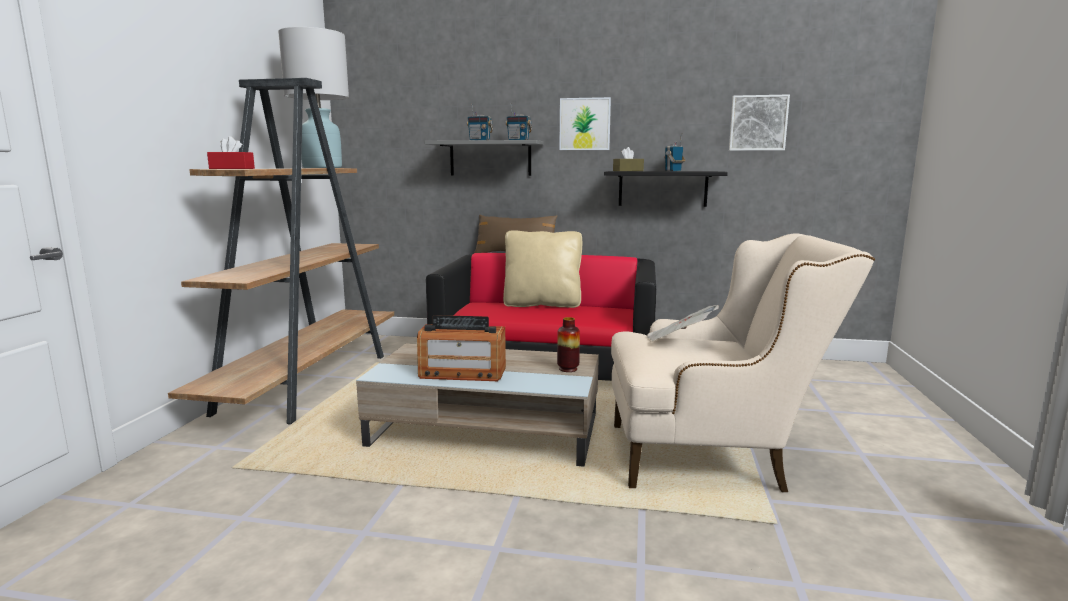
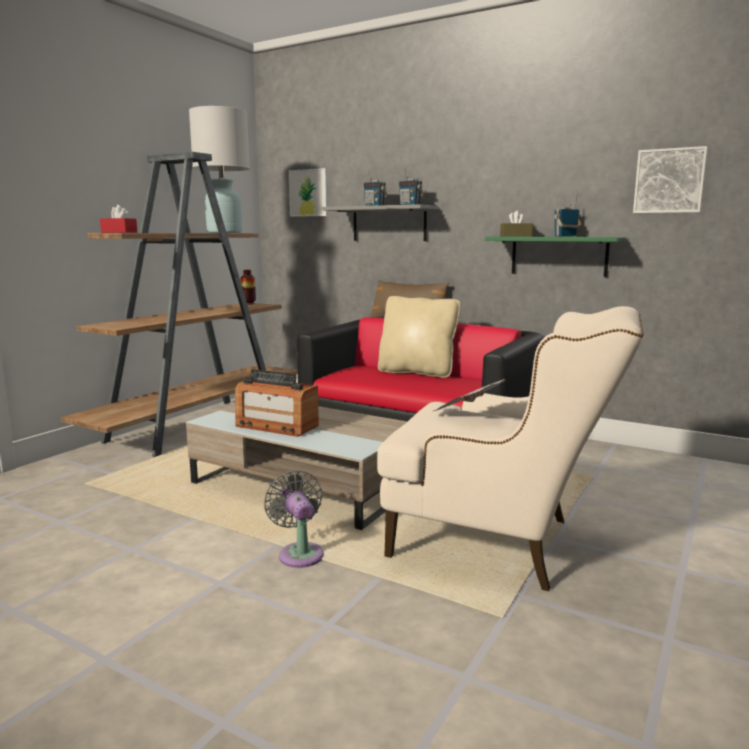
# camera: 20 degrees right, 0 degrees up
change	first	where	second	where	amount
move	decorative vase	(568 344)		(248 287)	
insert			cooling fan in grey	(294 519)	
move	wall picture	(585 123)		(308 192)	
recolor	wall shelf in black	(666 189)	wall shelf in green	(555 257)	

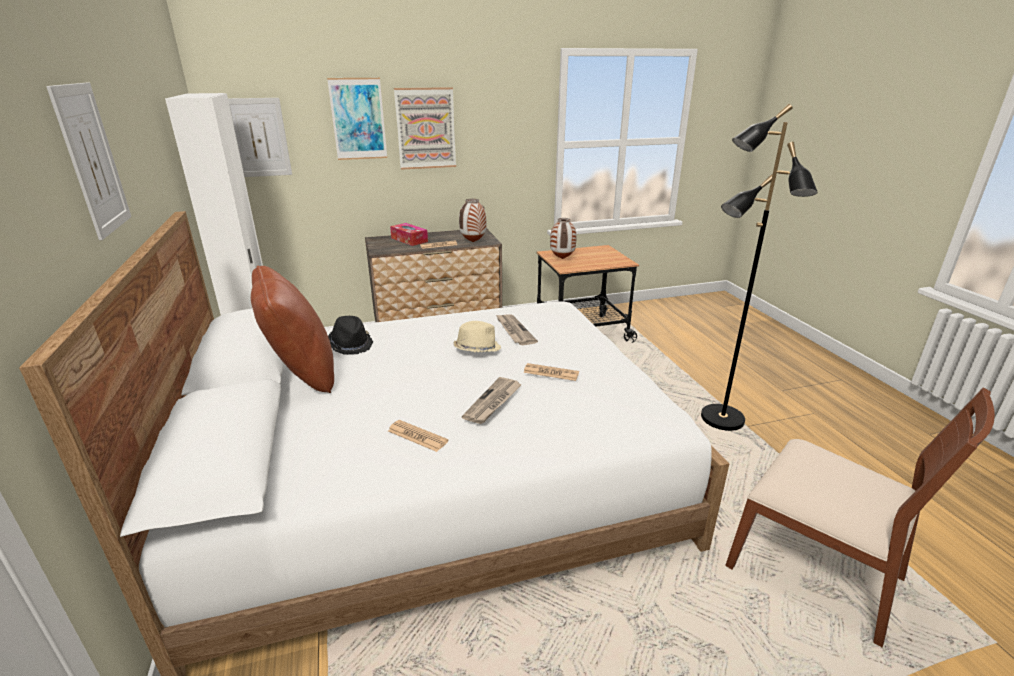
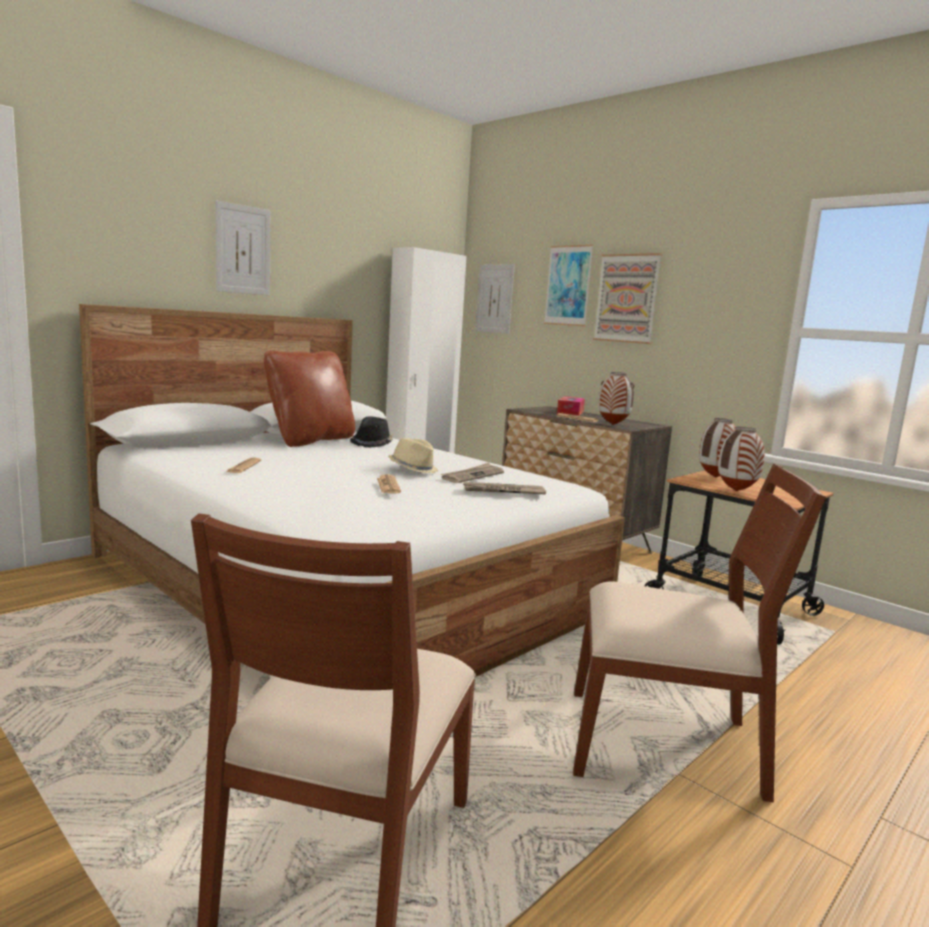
# camera: 60 degrees right, 15 degrees down
change	first	where	second	where	amount
move	printed paper	(492 400)		(504 488)	
replace	standing lamp in black	(759 267)	upright chair in brown-coloured	(699 632)	
insert			decorative vase	(741 458)	

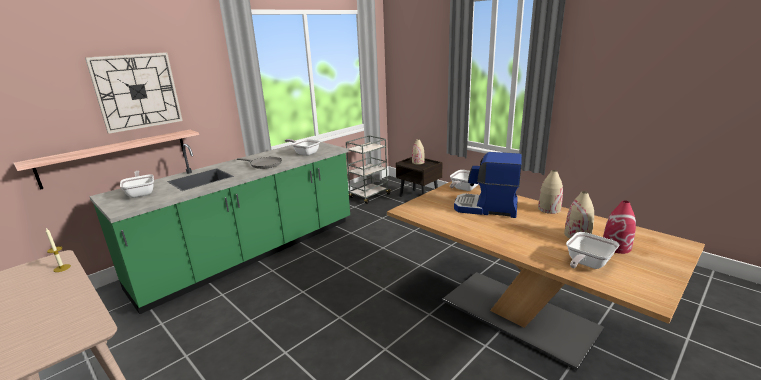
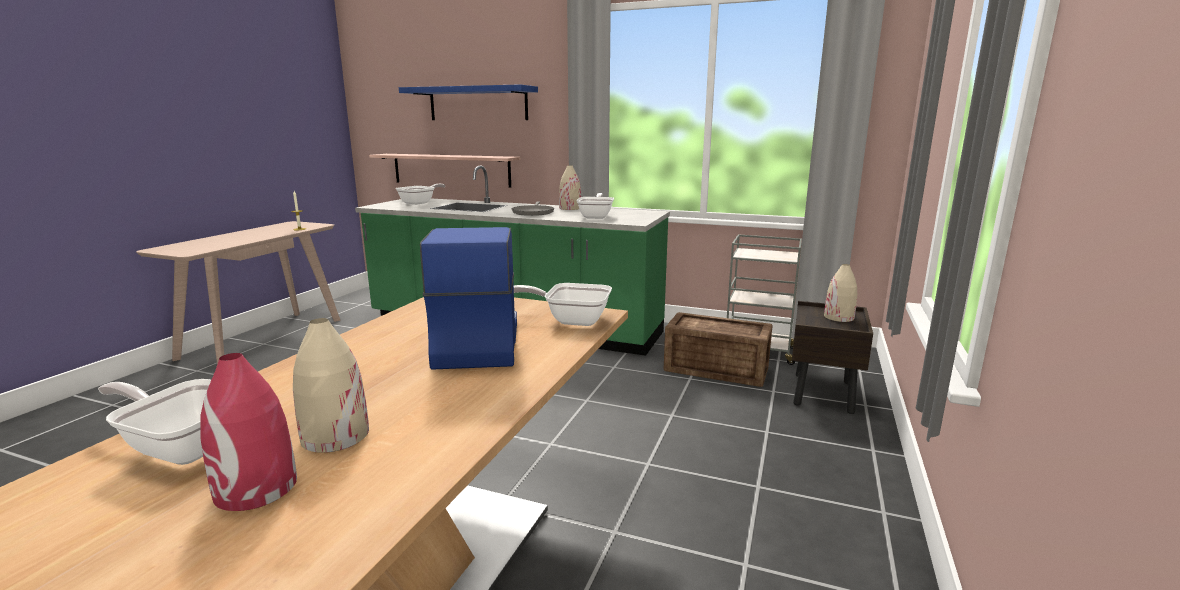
# camera: 65 degrees right, 5 degrees down
change	first	where	second	where	amount
replace	clock on the wall	(134 93)	wall shelf in blue-coloured	(468 102)	
move	decorative vase in sand-coloured	(550 192)		(570 188)	
insert			packing crate	(718 349)	

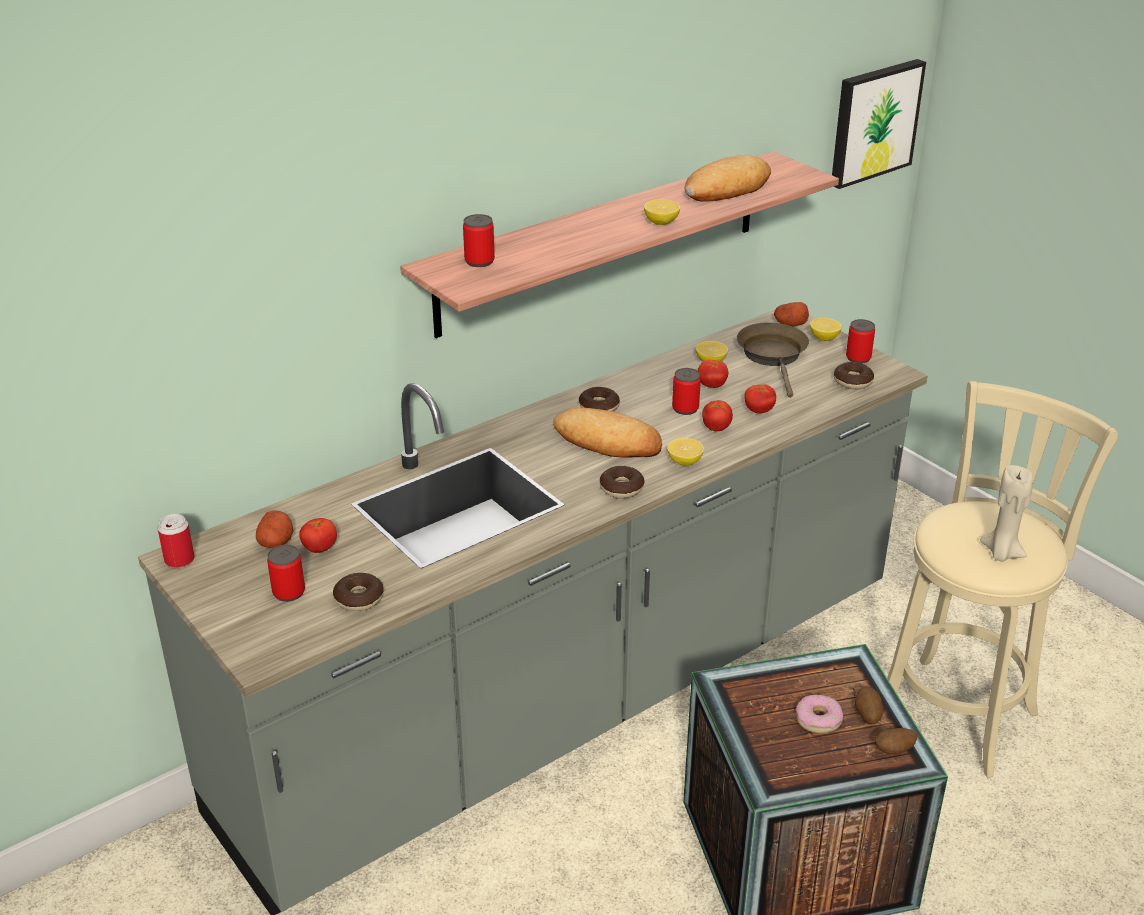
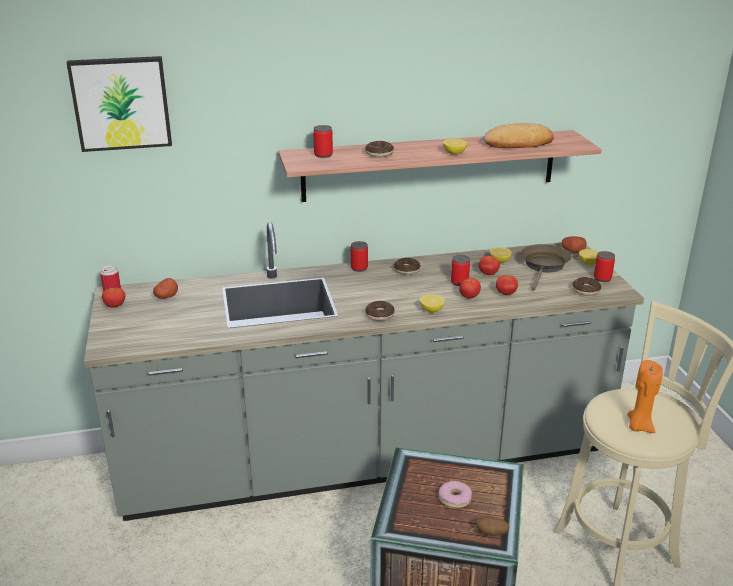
# camera: 25 degrees right, 5 degrees down
change	first	where	second	where	amount
move	wall picture	(879 124)		(119 104)	
move	fresh tomato	(318 535)		(113 297)	
move	sealed can	(286 573)		(359 256)	
move	donut	(358 592)		(379 149)	
recolor	candle in sand-coloured	(1006 513)	candle in orange-coloured	(645 396)	
delete	bakery bread	(607 433)			
delete	spud	(869 705)			

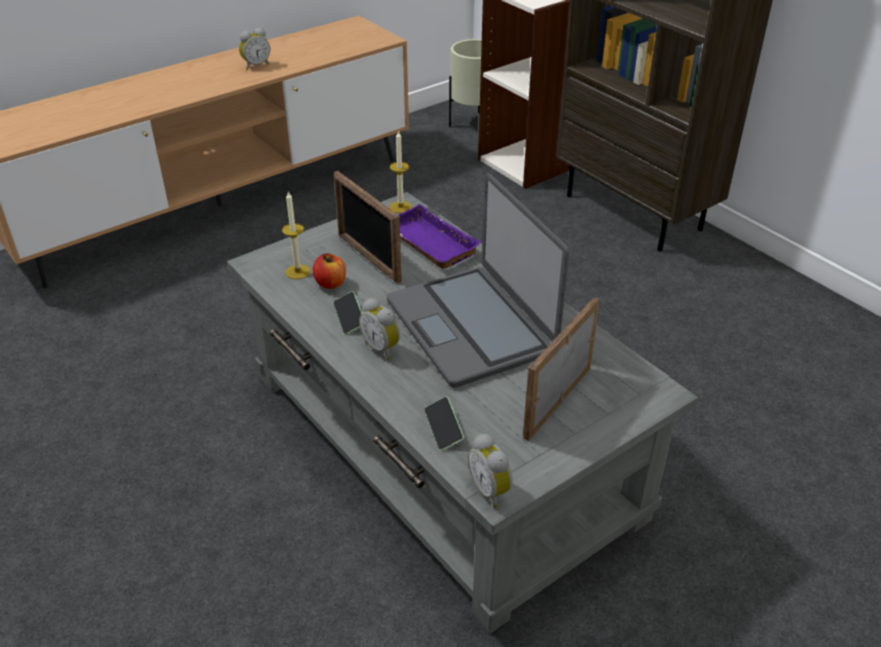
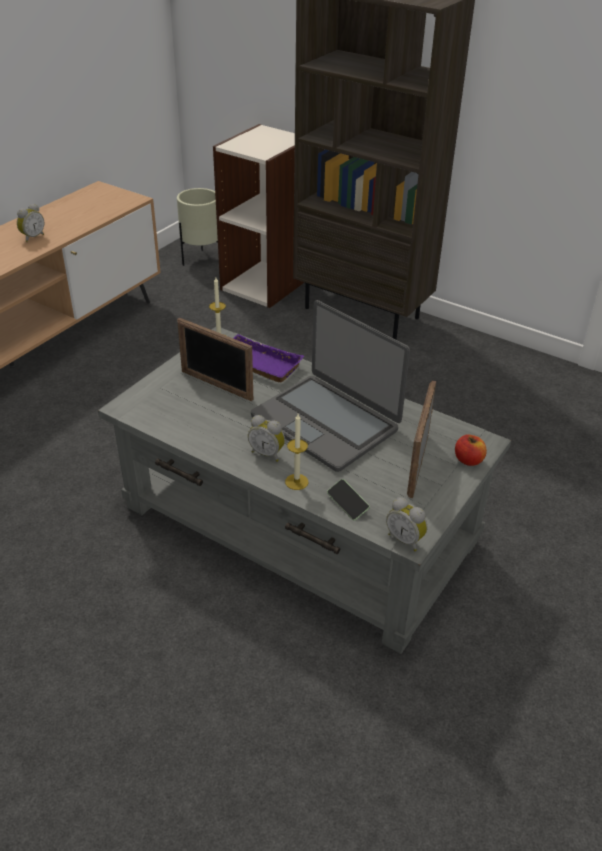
# camera: 20 degrees left, 0 degrees up
change	first	where	second	where	amount
move	candle	(296 235)		(296 452)	
move	apple fruit	(329 271)		(471 450)	
delete	phone	(347 313)			

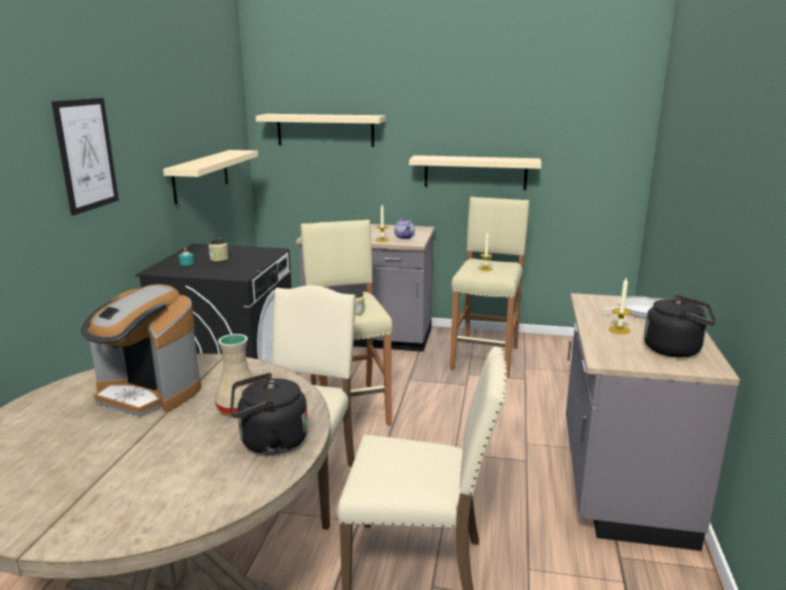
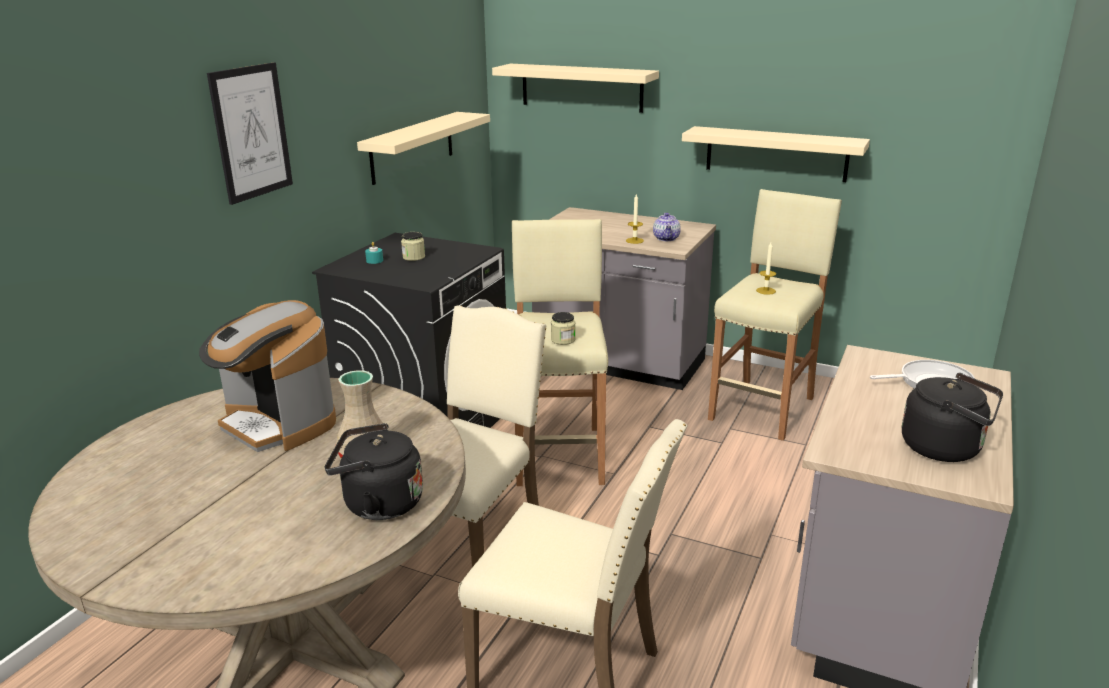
# camera: 15 degrees right, 5 degrees up
change	first	where	second	where	amount
delete	candle	(620 306)			

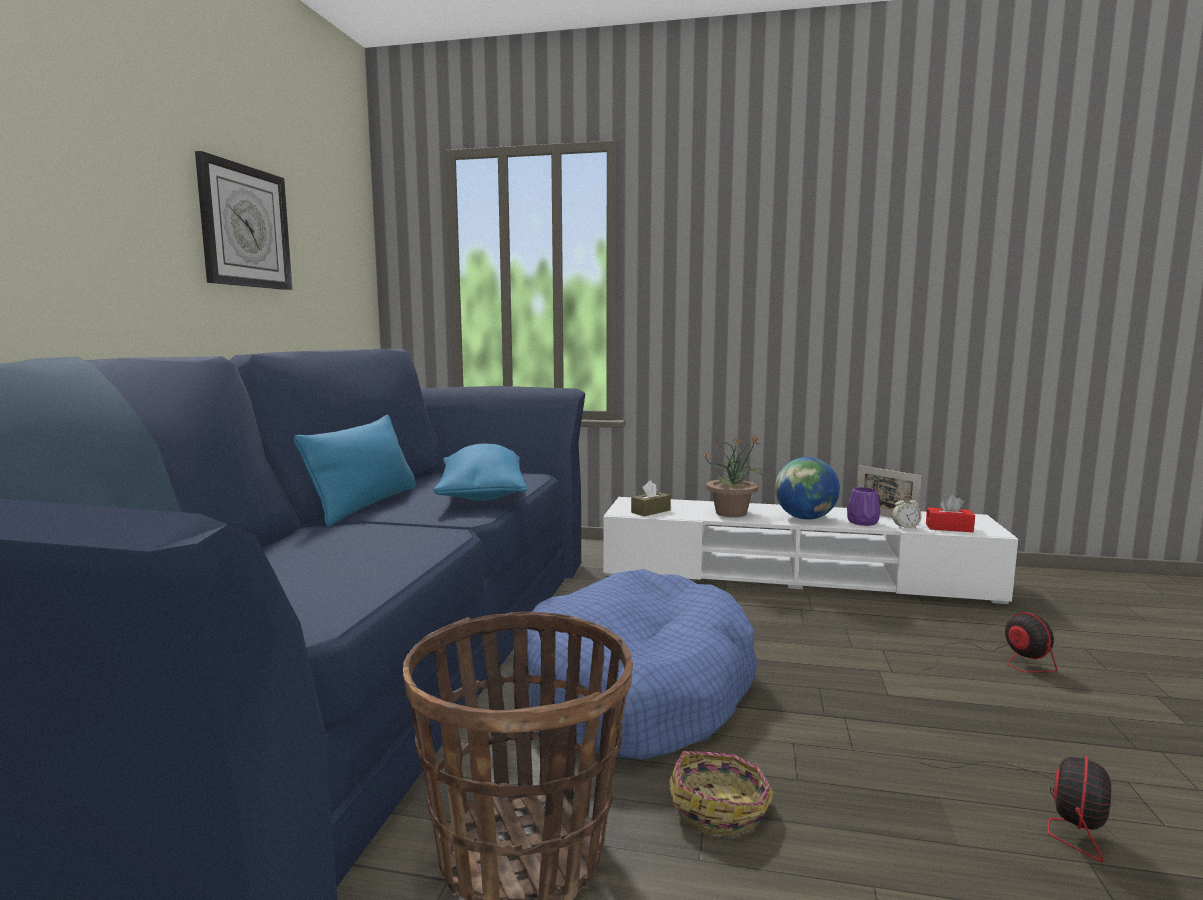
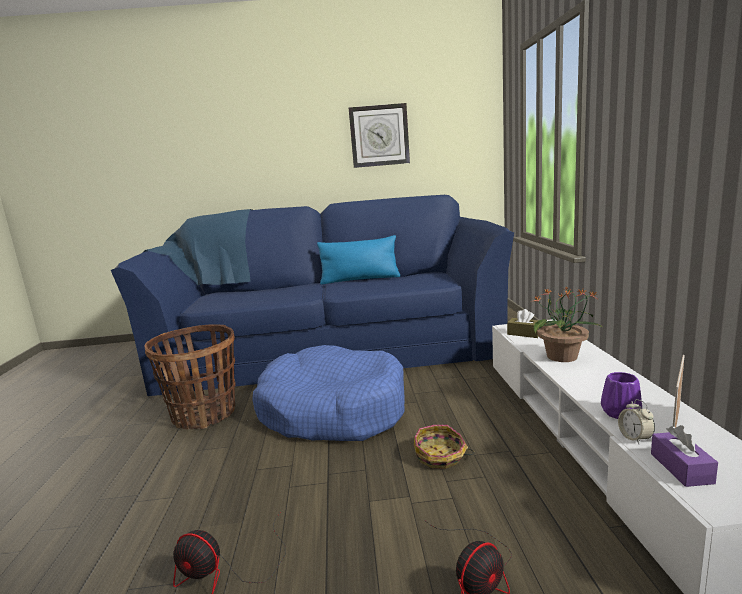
# camera: 75 degrees right, 5 degrees up
change	first	where	second	where	amount
move	household basket	(722 793)		(444 447)	
recolor	tissue holder in reddish	(950 513)	tissue holder in purplish	(684 456)	
delete	throw pillow in blue-coloured	(480 472)			
delete	desk globe	(807 488)			

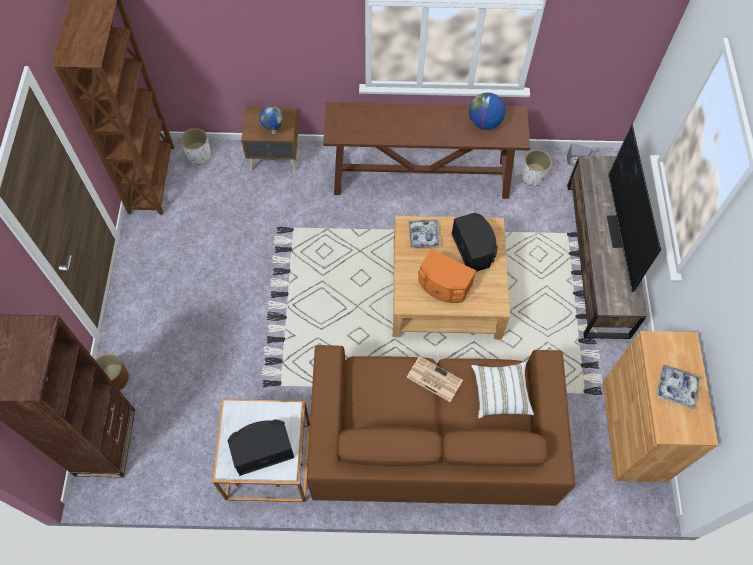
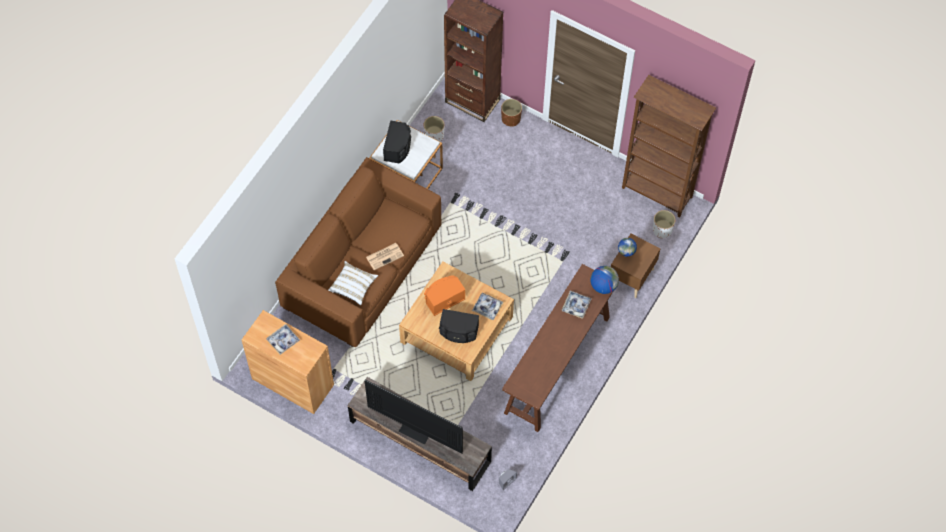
# camera: 120 degrees right, 0 degrees up
change	first	where	second	where	amount
move	plant pot in whitish	(536 168)		(434 129)	
insert			carrying tray	(577 305)	
move	desk globe	(487 111)		(605 280)	

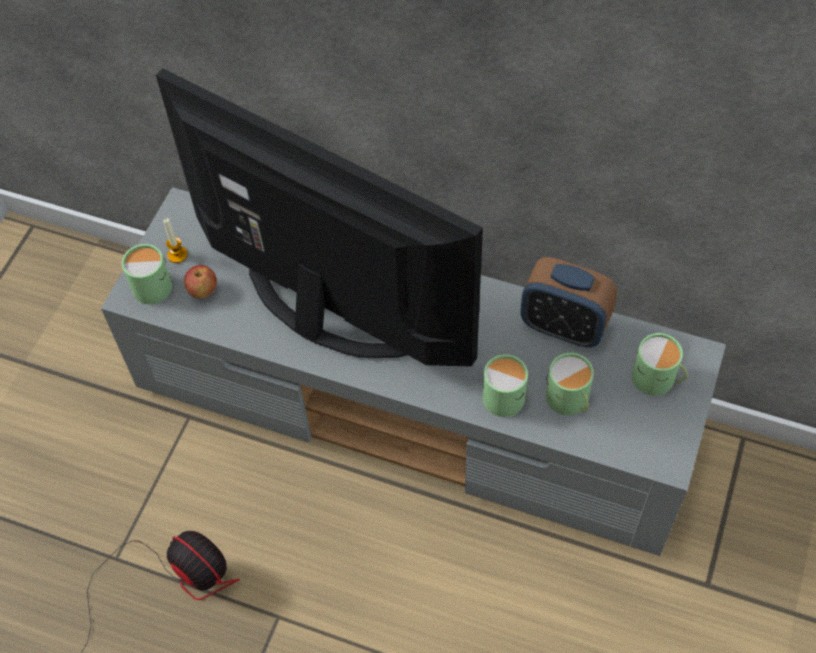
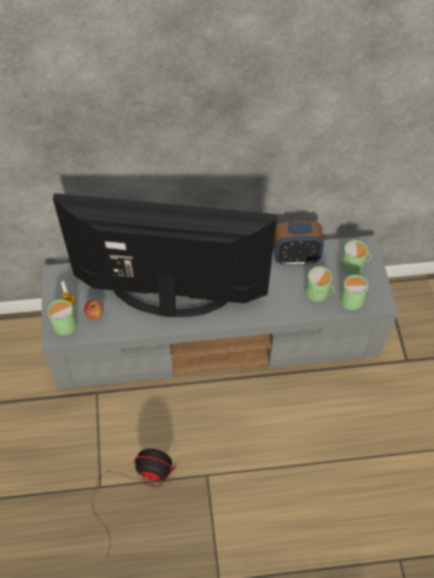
# camera: 30 degrees left, 0 degrees up
change	first	where	second	where	amount
move	mug in green	(506 385)		(354 292)	

